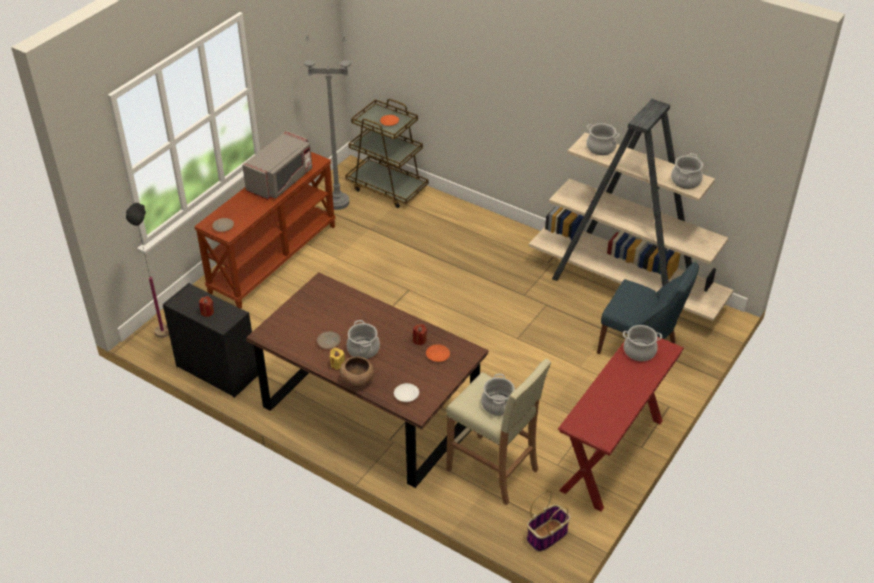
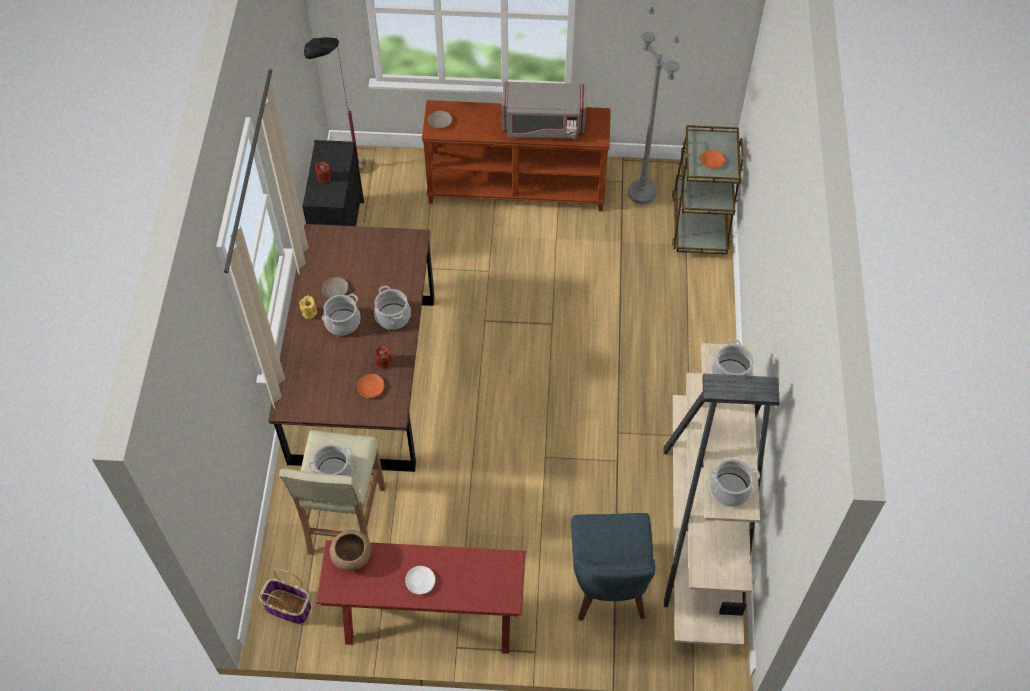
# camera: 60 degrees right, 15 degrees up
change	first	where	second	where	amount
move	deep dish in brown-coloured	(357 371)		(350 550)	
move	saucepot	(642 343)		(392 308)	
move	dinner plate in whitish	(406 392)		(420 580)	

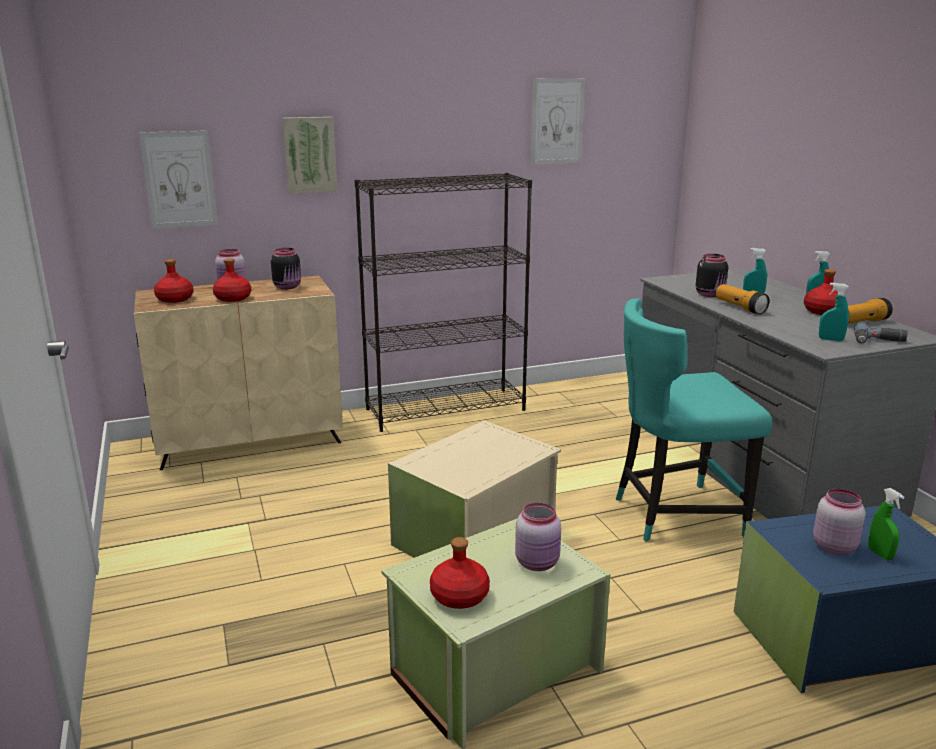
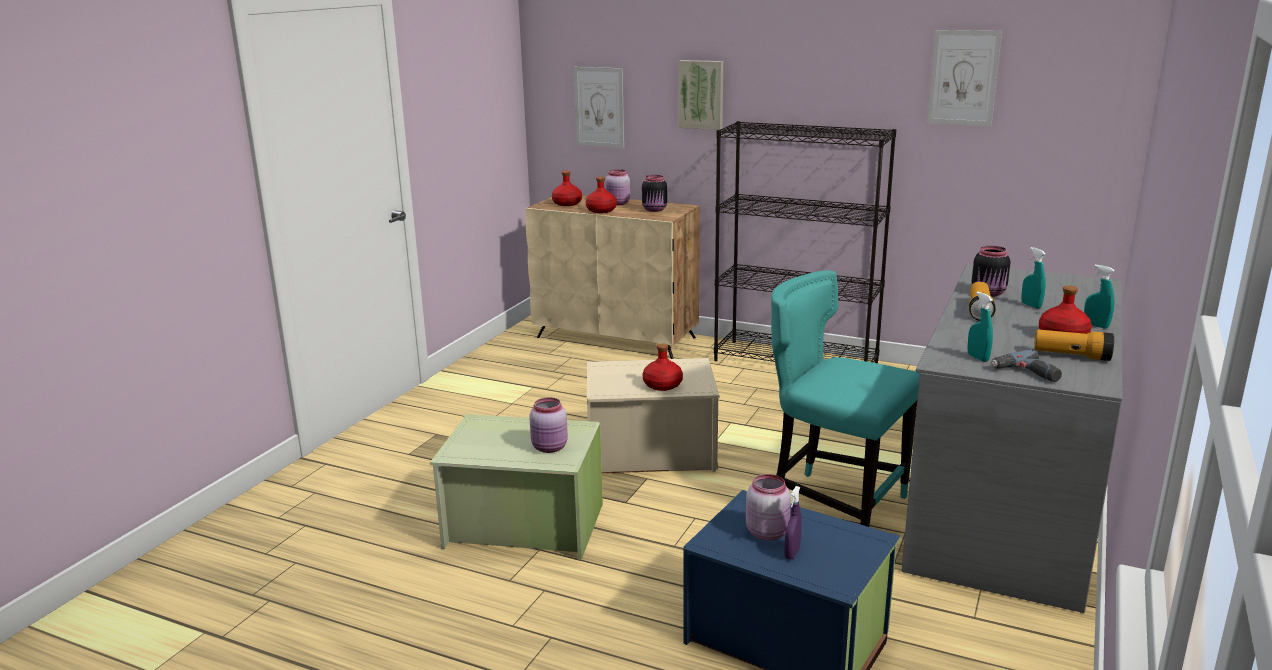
# camera: 45 degrees right, 0 degrees up
change	first	where	second	where	amount
move	drink bottle in reddish	(460 573)		(663 367)	
recolor	sprayer in green	(886 524)	sprayer in purplish	(793 522)	

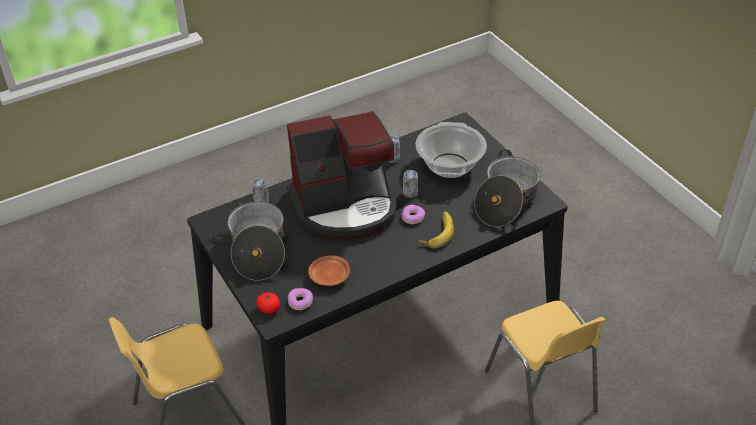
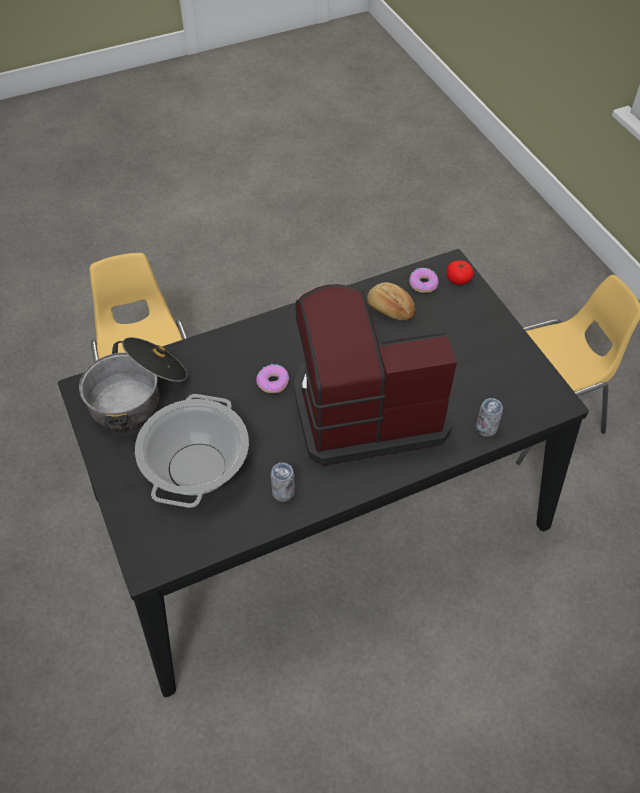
# camera: 175 degrees left, 10 degrees up
change	first	where	second	where	amount
replace	dinner plate in brown-coloured	(329 270)	bakery bread	(391 301)	
delete	saucepot	(256 240)			
delete	sealed can	(410 184)			
delete	whole banana	(436 229)			

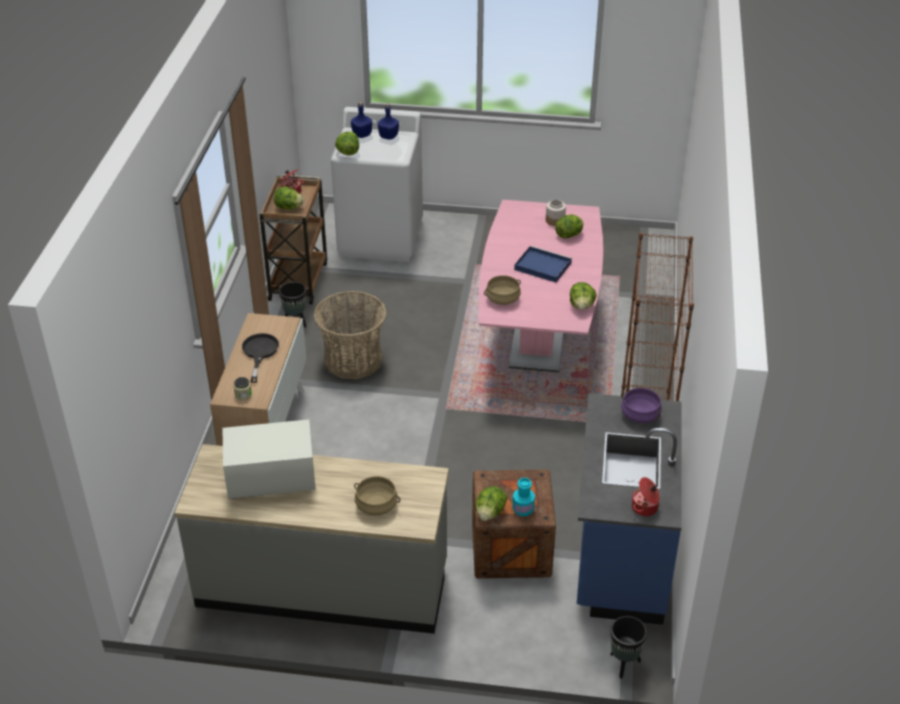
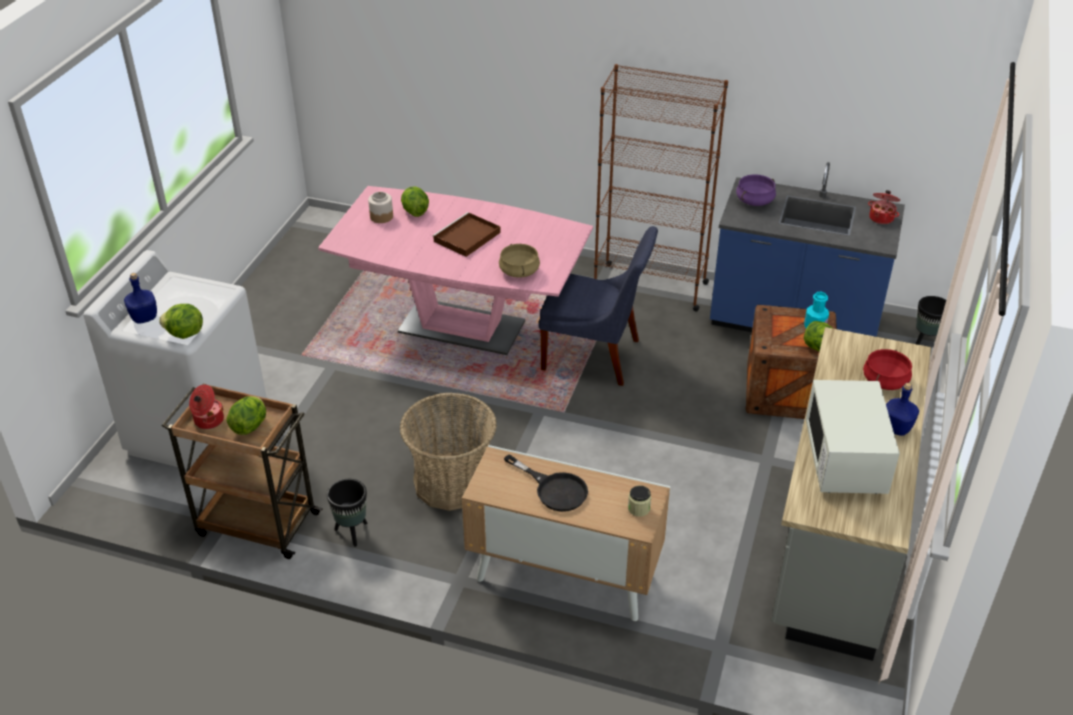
# camera: 80 degrees left, 0 degrees up
change	first	where	second	where	amount
recolor	carrying tray in blue-coloured	(543 264)	carrying tray in brown-coloured	(466 234)	
rotate	skillet in black	(260 358)		(546 483)	150 degrees counterclockwise
insert			upright chair in blue-coloured	(598 306)	
recolor	saucepot in sand-coloured	(377 495)	saucepot in reddish	(887 369)	
move	drink bottle in blue-coloured	(388 121)		(902 409)	
delete	lettuce head	(583 296)			

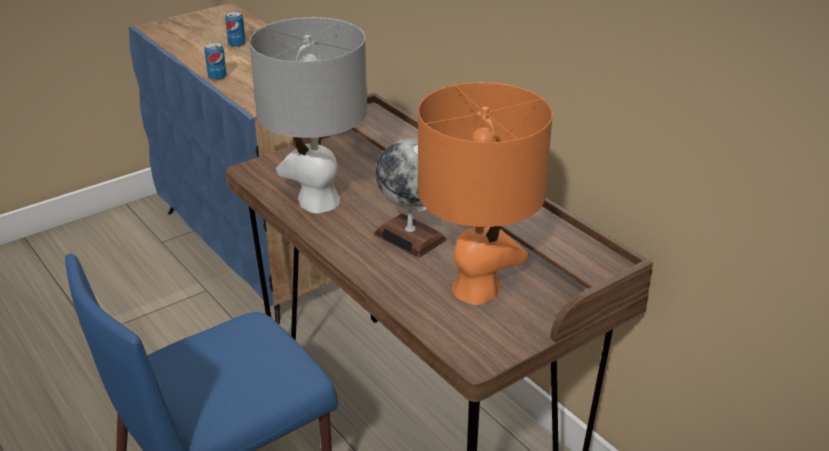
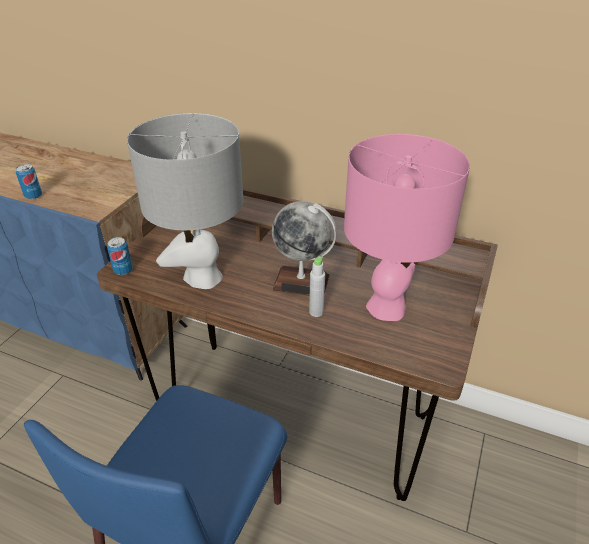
# camera: 30 degrees left, 5 degrees up
change	first	where	second	where	amount
move	sealed can	(235 29)		(120 256)	
insert			drink bottle in grey	(317 286)	
recolor	tabletop lamp in orange-coloured	(485 193)	tabletop lamp in pink	(407 227)	

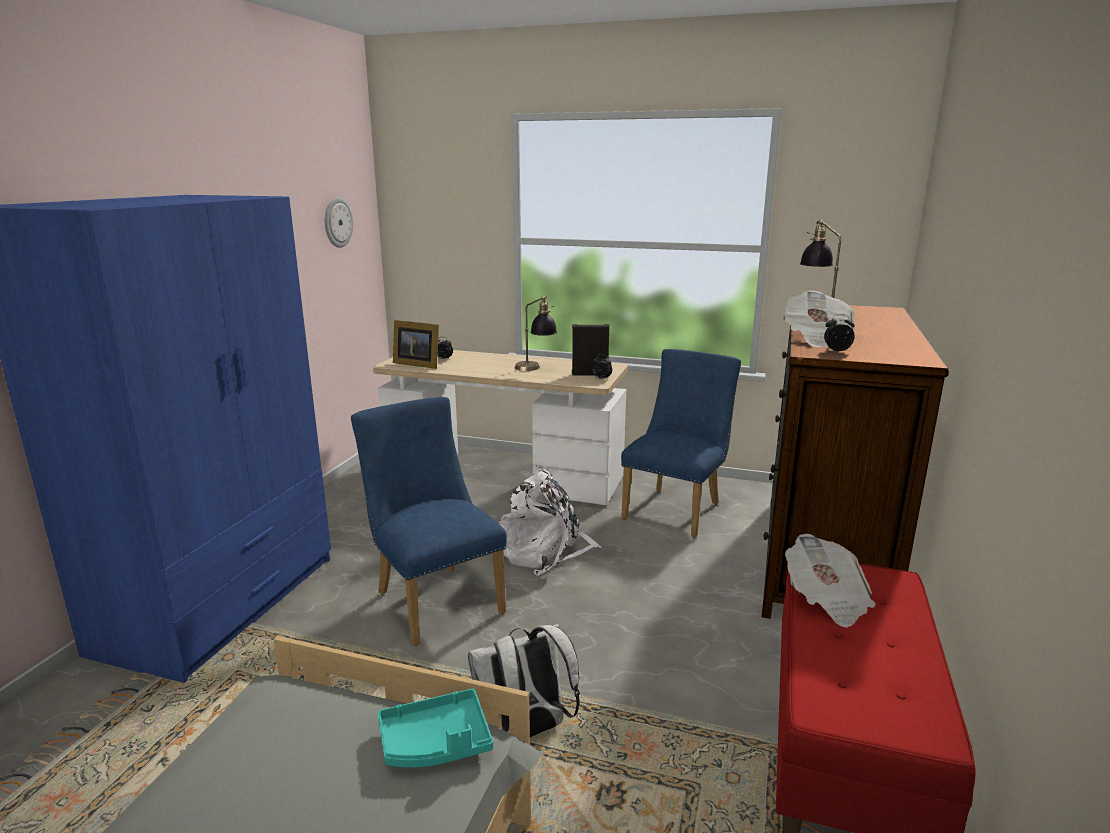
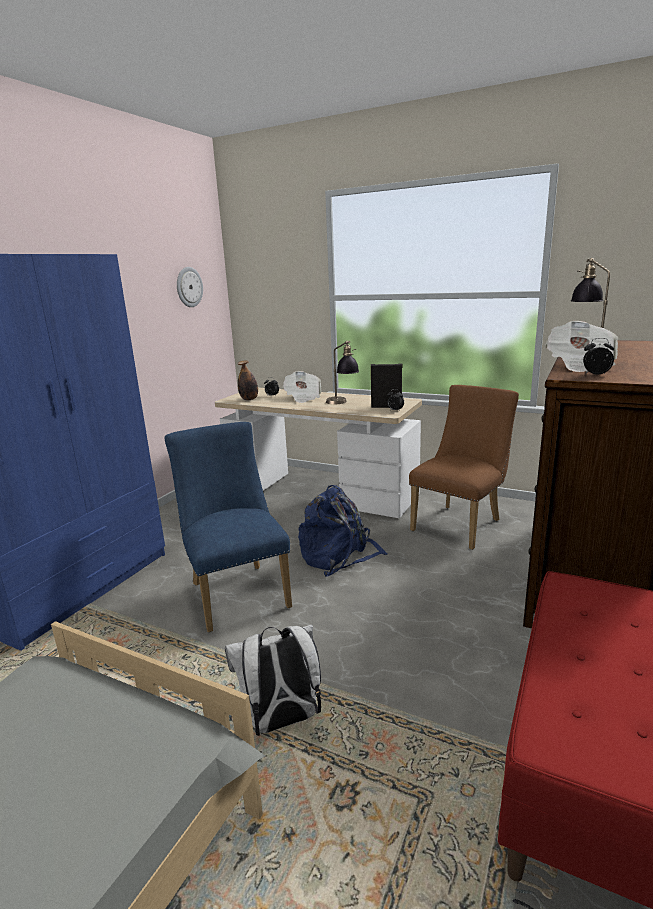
# camera: 10 degrees right, 0 degrees up
change	first	where	second	where	amount
replace	standing frame	(416 344)	drink bottle	(248 380)	
move	printed paper	(830 581)		(301 387)	
recolor	backpack in whitish	(550 522)	backpack in blue-coloured	(342 531)	
recolor	upright chair in blue-coloured	(681 443)	upright chair in brown-coloured	(464 467)	
delete	carrying tray in blue-green	(435 728)			

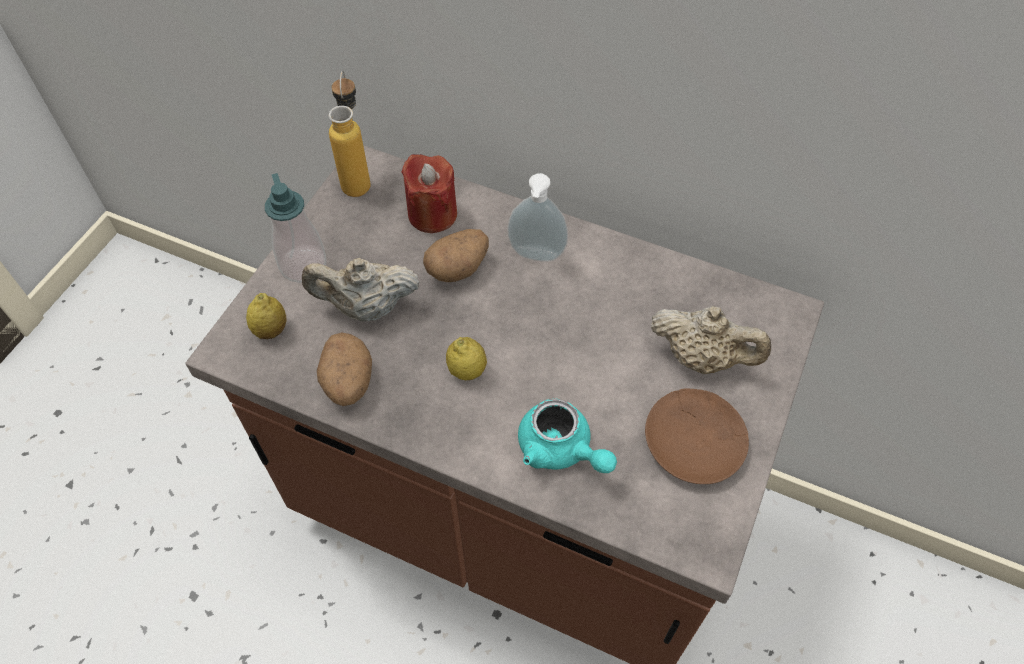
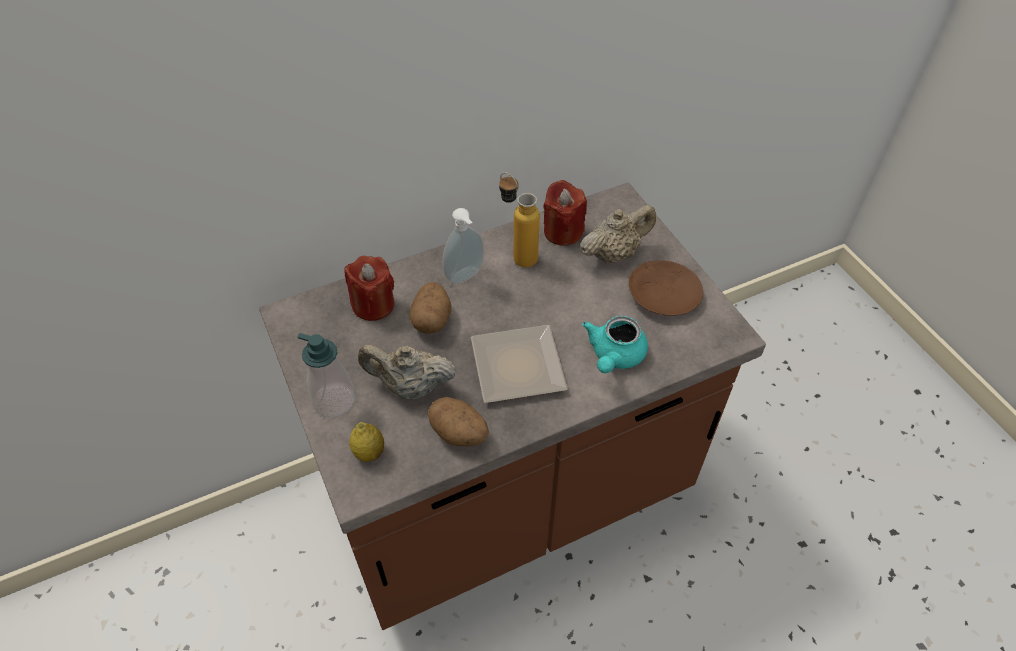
# camera: 50 degrees left, 5 degrees down
change	first	where	second	where	amount
rotate	pot for tea in sand-coloured	(360 289)		(407 372)	60 degrees clockwise
replace	whole lemon	(466 358)	dinner plate	(519 364)	
move	drink bottle	(349 134)		(519 220)	
insert			candle in reddish	(565 213)	
rotate	pot for tea in blue-green	(567 436)		(615 344)	120 degrees clockwise

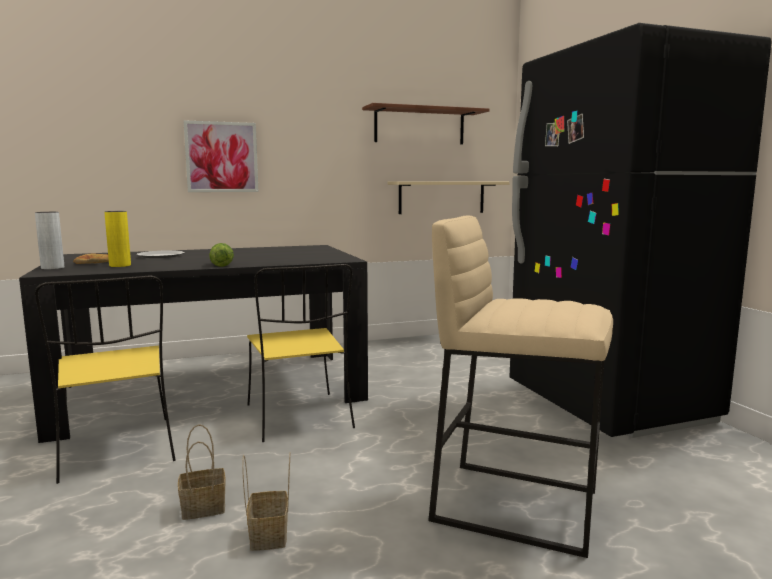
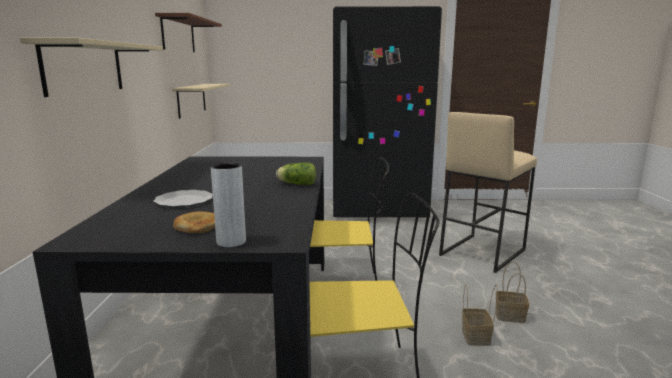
# camera: 70 degrees left, 5 degrees up
change	first	where	second	where	amount
replace	wall picture	(220 156)	wall shelf in sand-coloured	(91 67)	
delete	decorative vase in yellow	(117 239)			

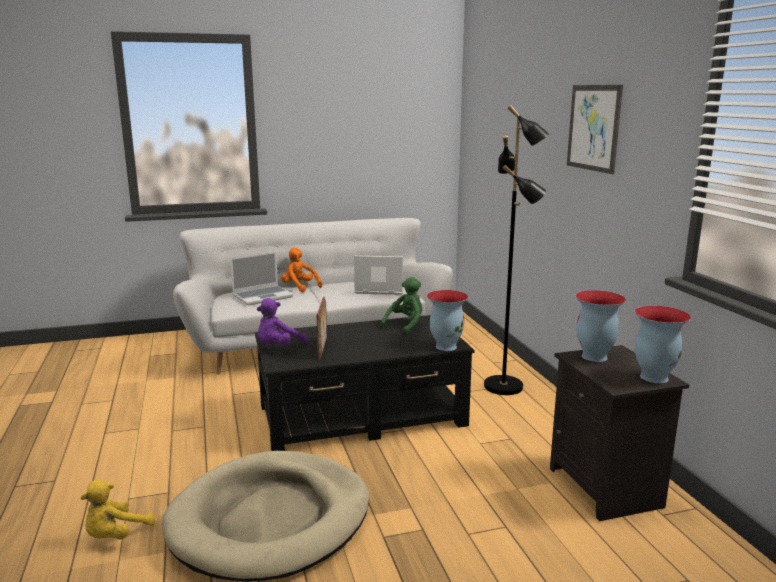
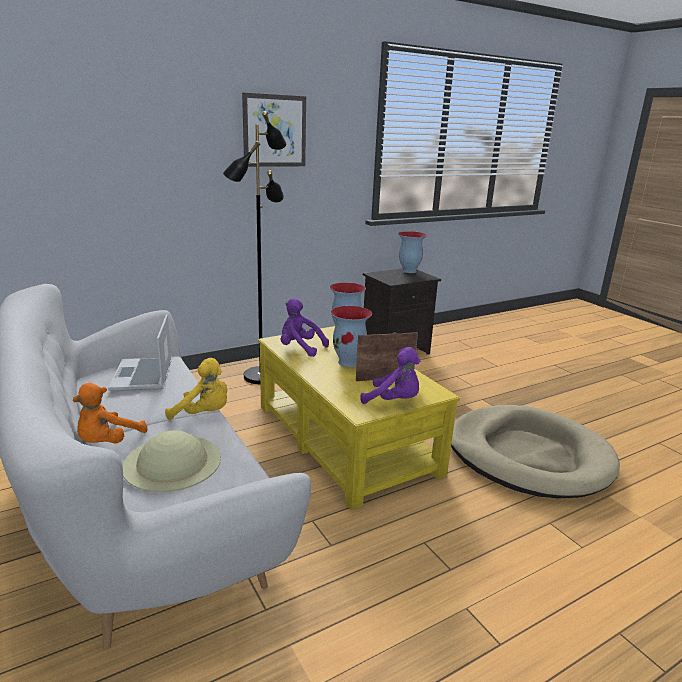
# camera: 105 degrees left, 5 degrees up
change	first	where	second	where	amount
replace	portable computer	(261 279)	wearable hat in sand-coloured	(172 461)	
move	plush toy in yellow	(118 509)		(196 389)	
recolor	coffee table in black	(365 383)	coffee table in yellow	(359 418)	
recolor	plush toy in green	(401 306)	plush toy in purplish	(305 328)	
move	decorative vase	(600 326)		(351 336)	

